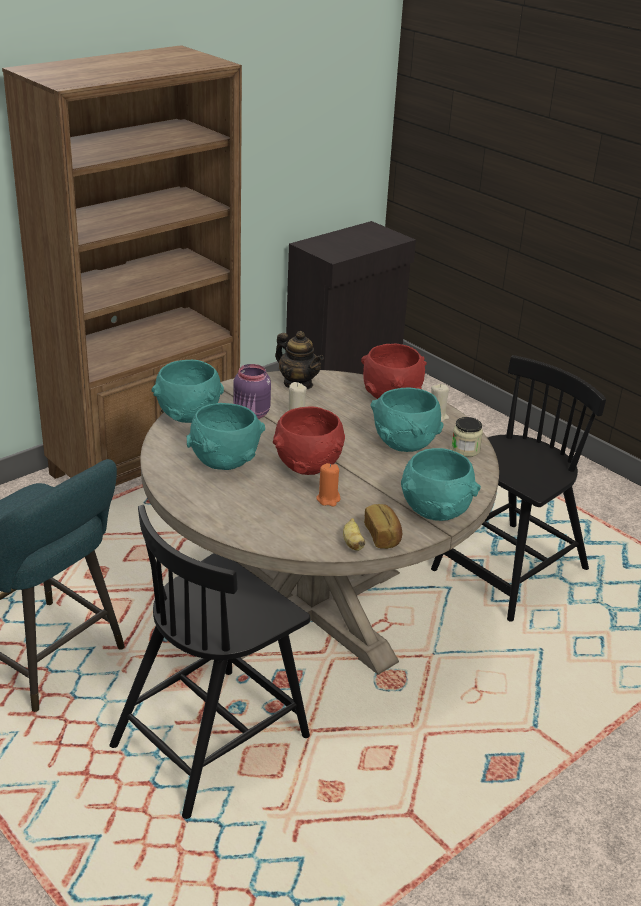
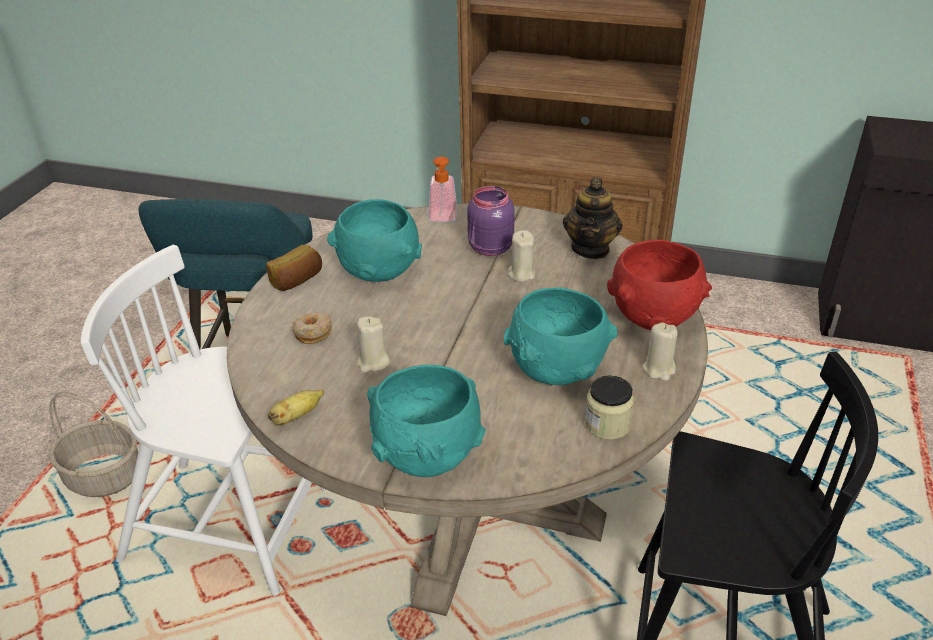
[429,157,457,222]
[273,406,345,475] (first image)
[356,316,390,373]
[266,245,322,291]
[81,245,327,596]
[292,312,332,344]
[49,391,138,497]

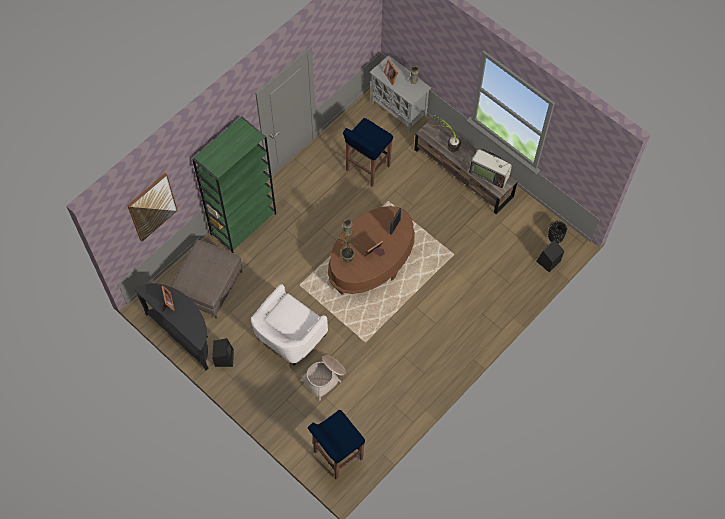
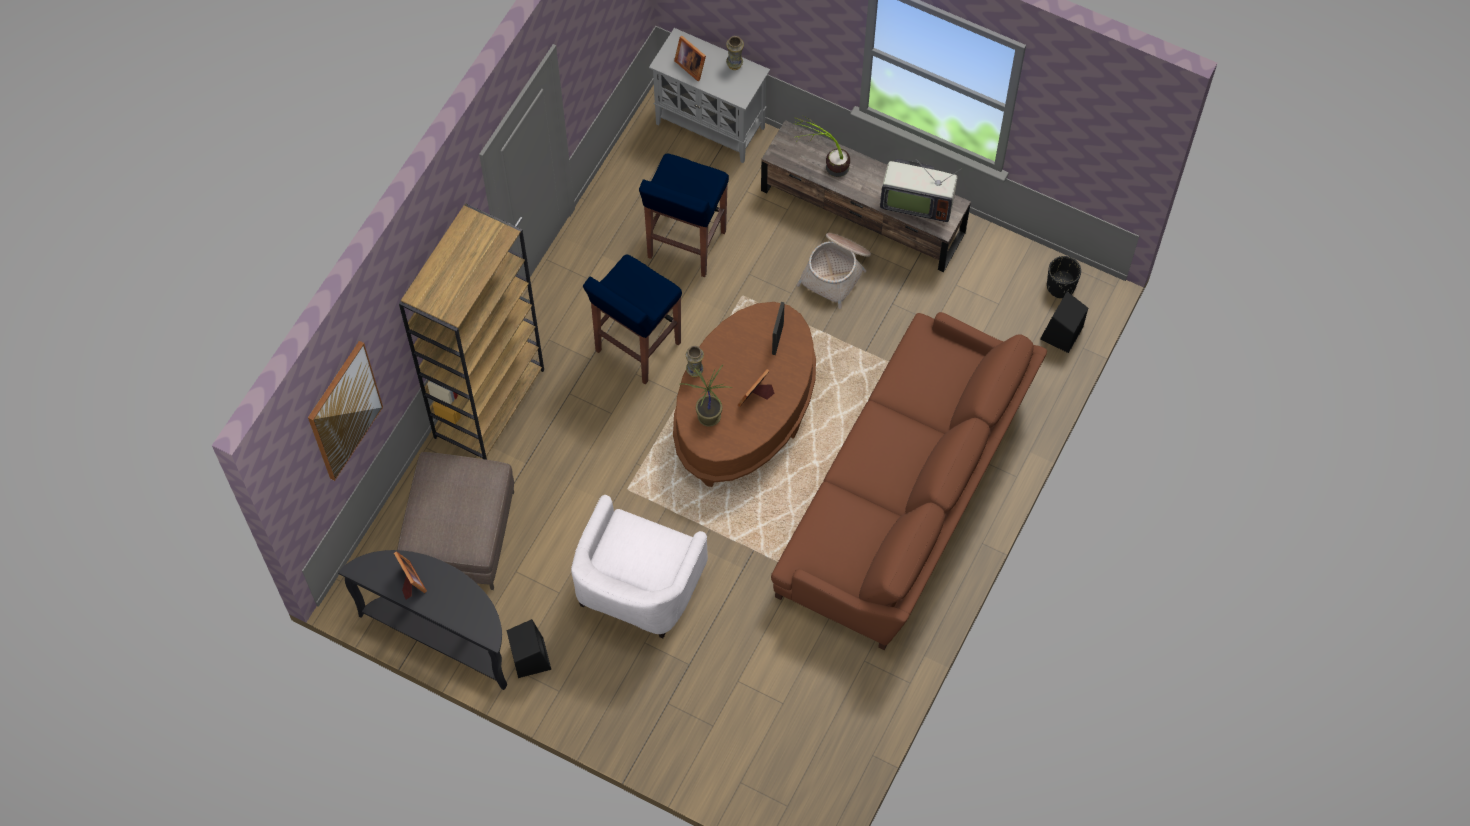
[399,203,544,460]
[796,233,871,309]
[583,254,682,384]
[771,312,1047,650]

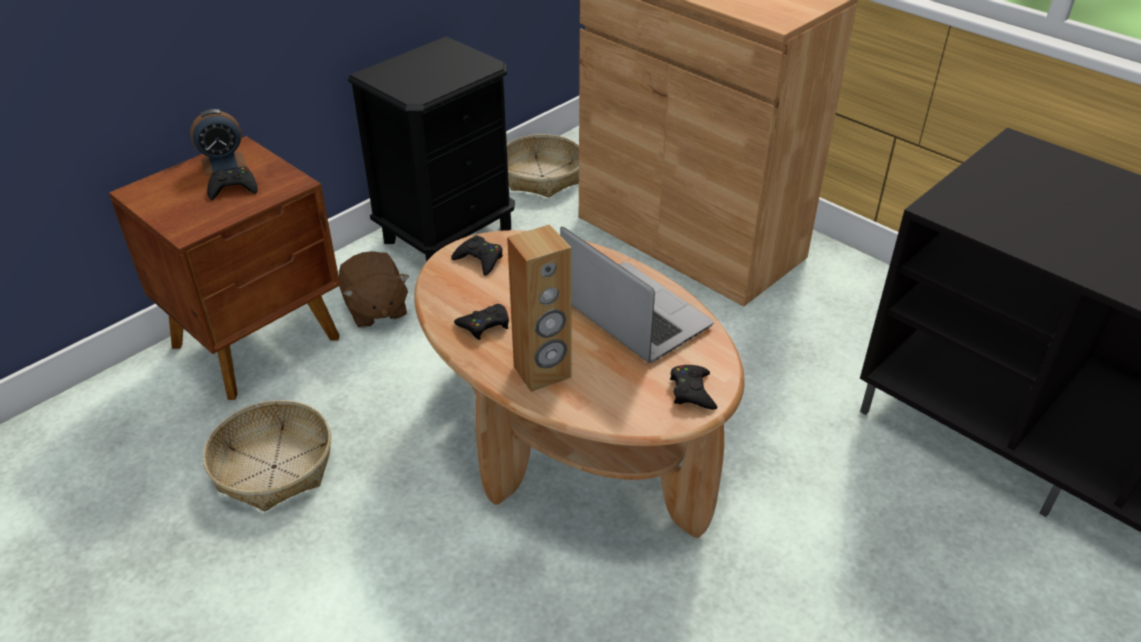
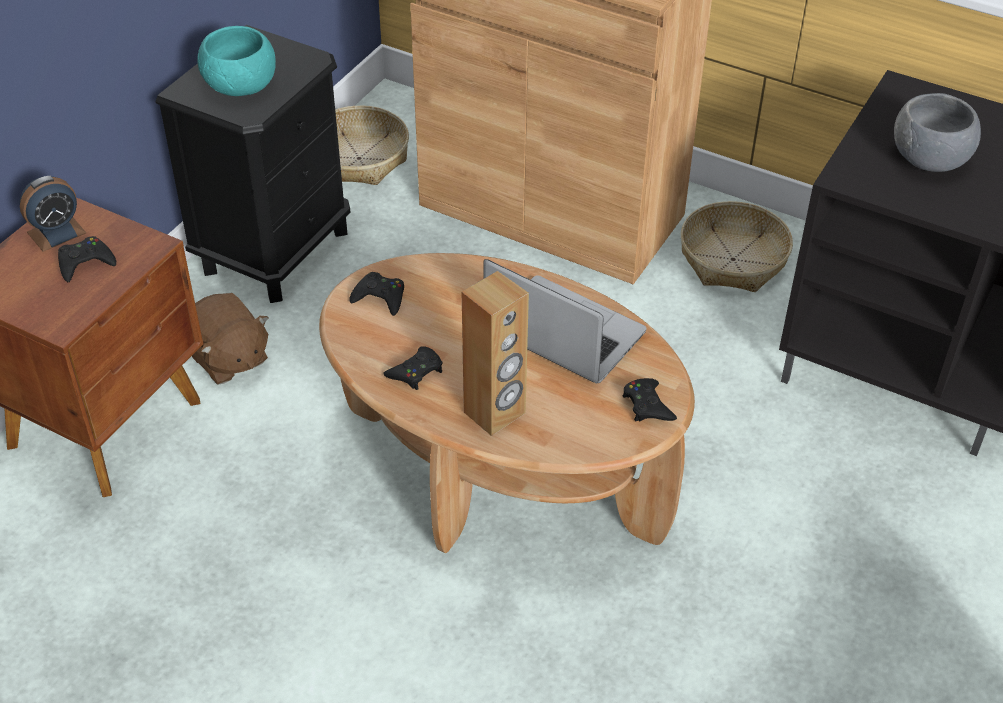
[681,201,793,292]
[197,26,276,96]
[894,93,981,172]

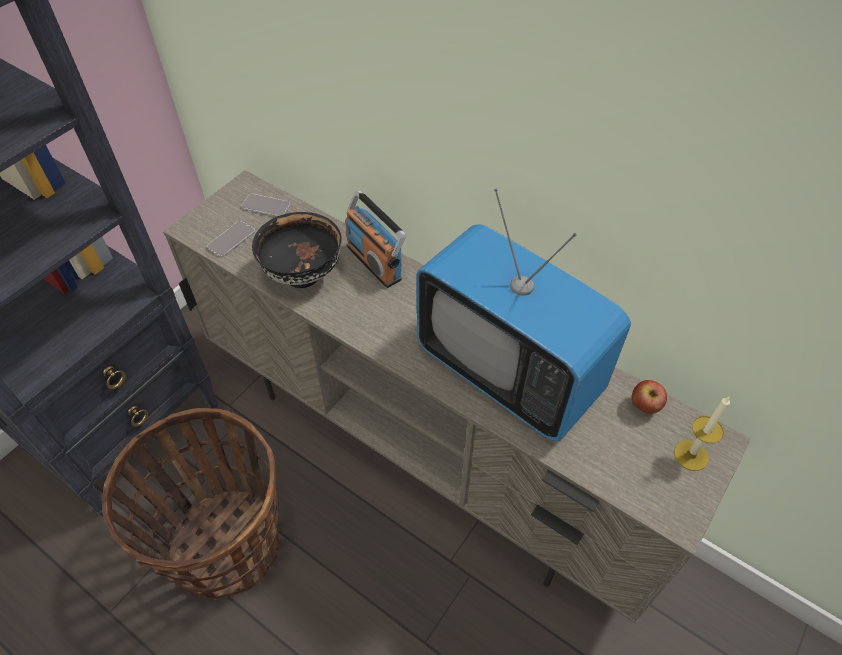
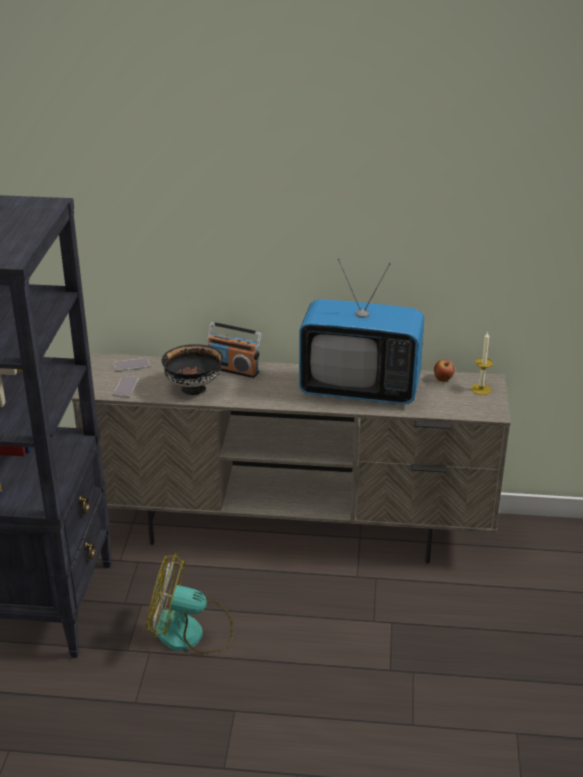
[146,553,234,654]

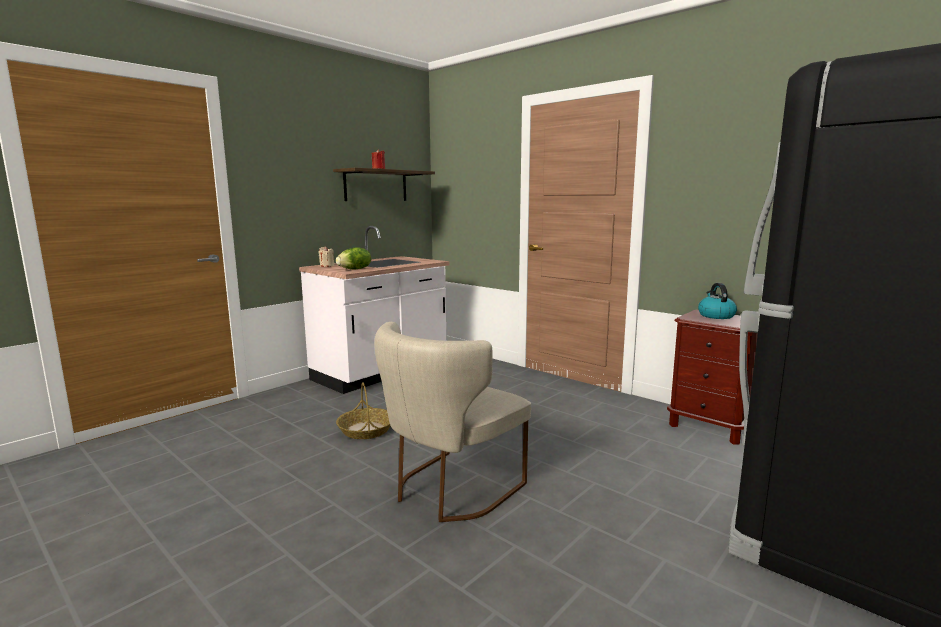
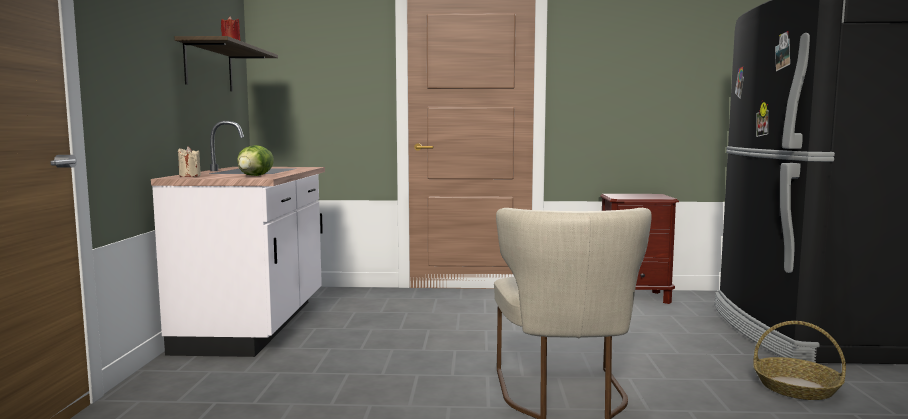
[698,283,737,319] (first image)
[753,321,846,400]

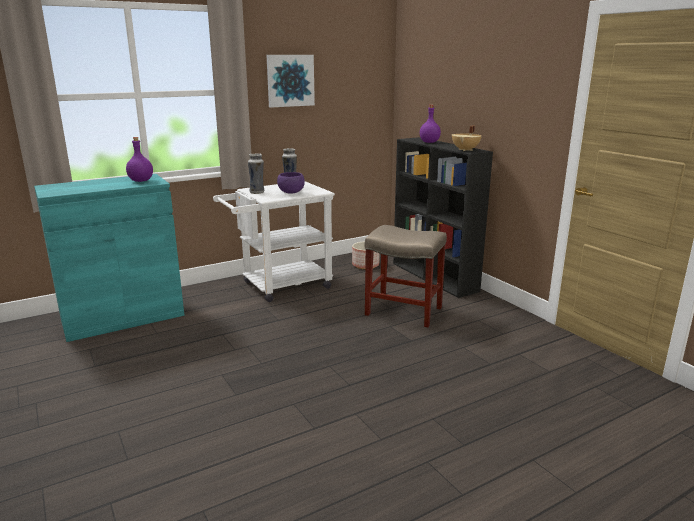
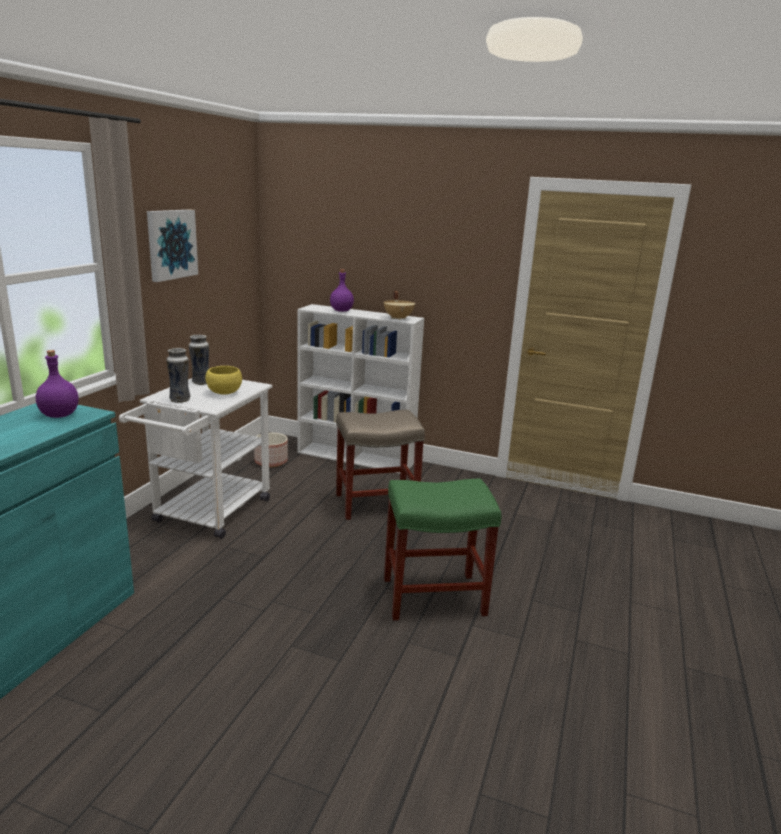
[297,304,424,474]
[205,366,242,395]
[384,479,501,620]

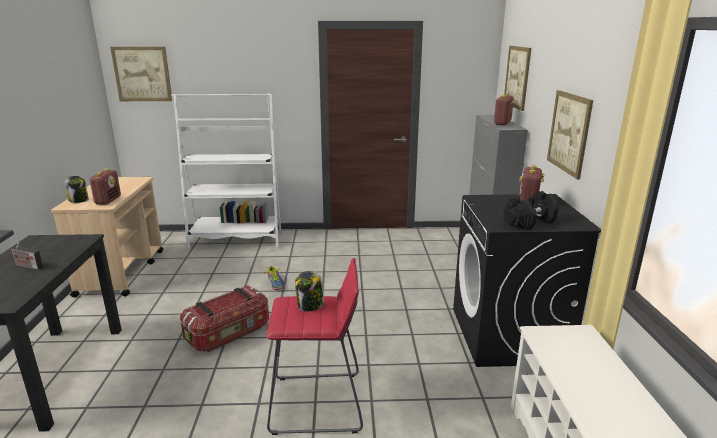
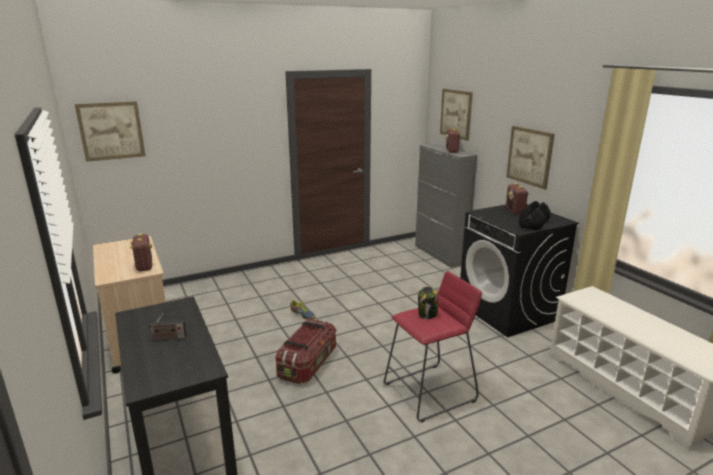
[171,94,281,249] (first image)
[65,176,89,203] (first image)

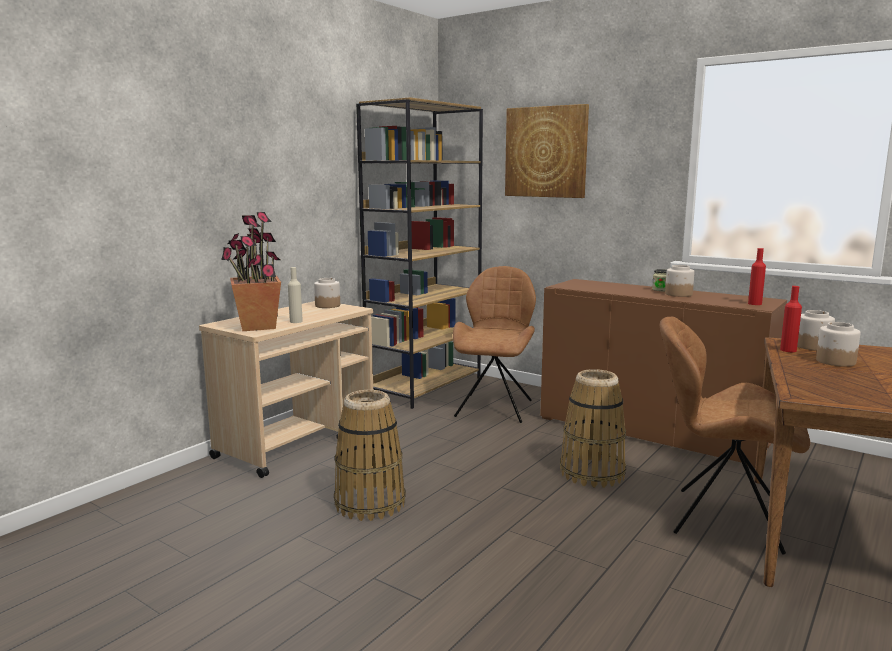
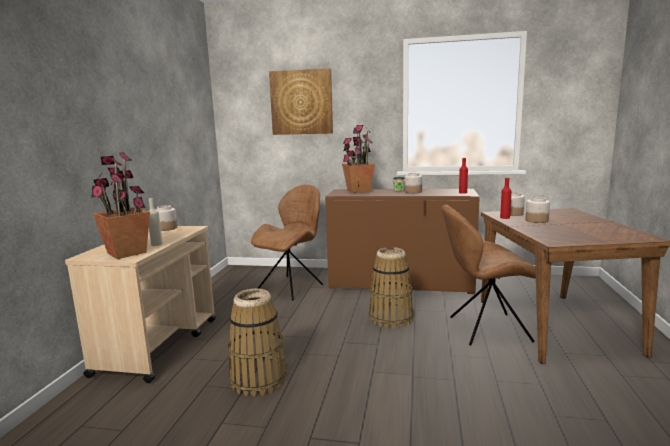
[356,97,483,409] (first image)
[251,185,323,300]
[342,125,375,193]

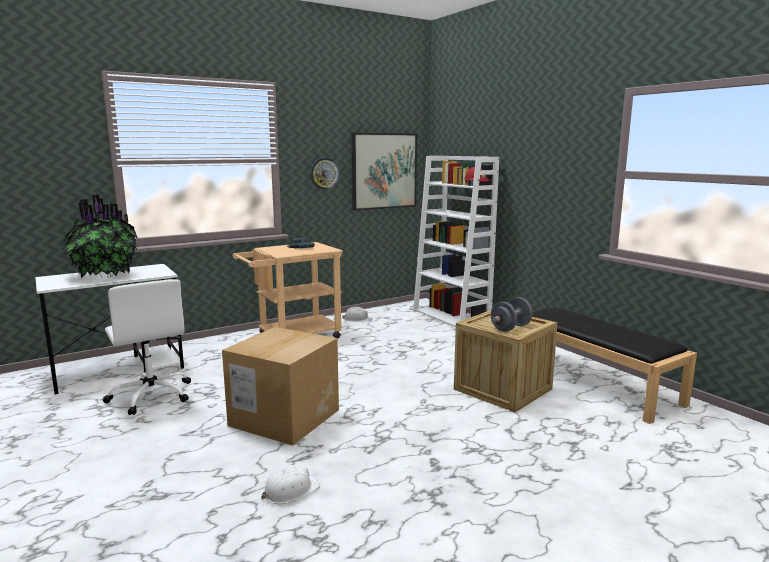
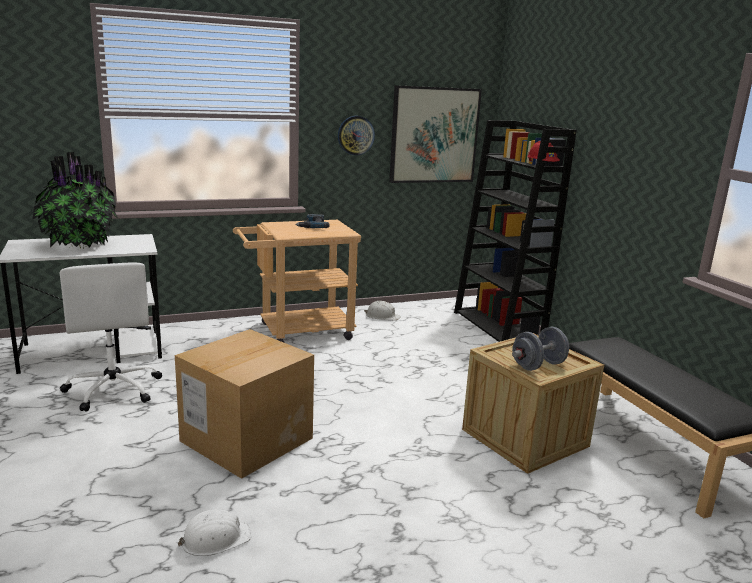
[454,120,577,342]

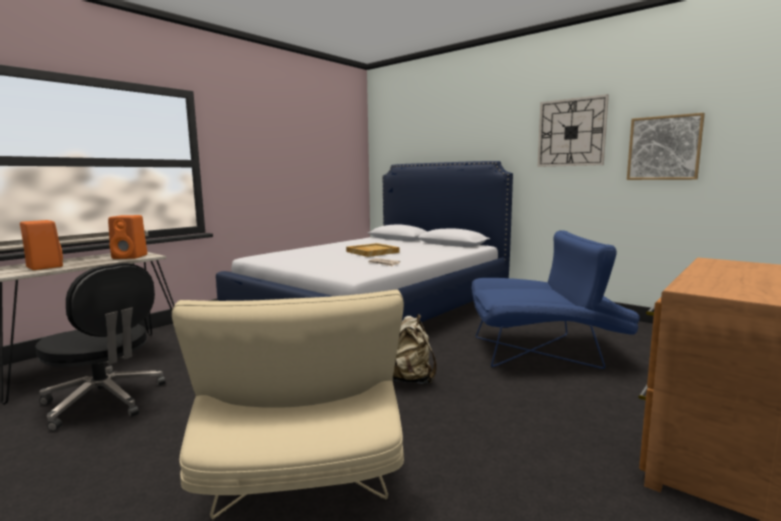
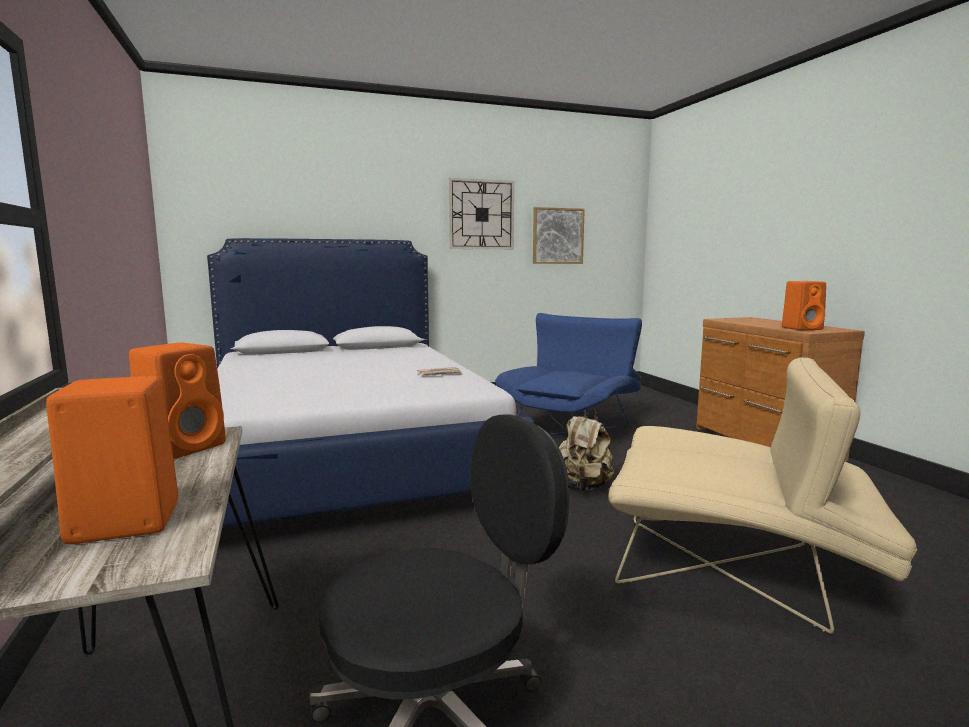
[346,243,399,257] (first image)
[782,281,826,330]

